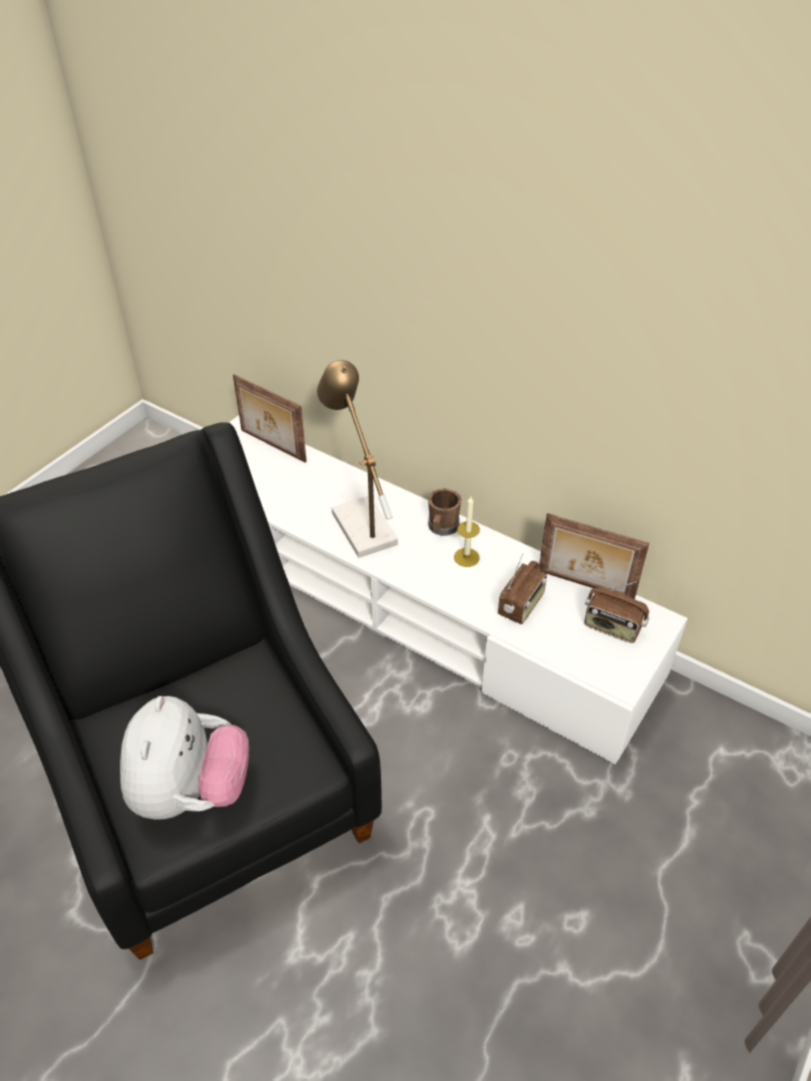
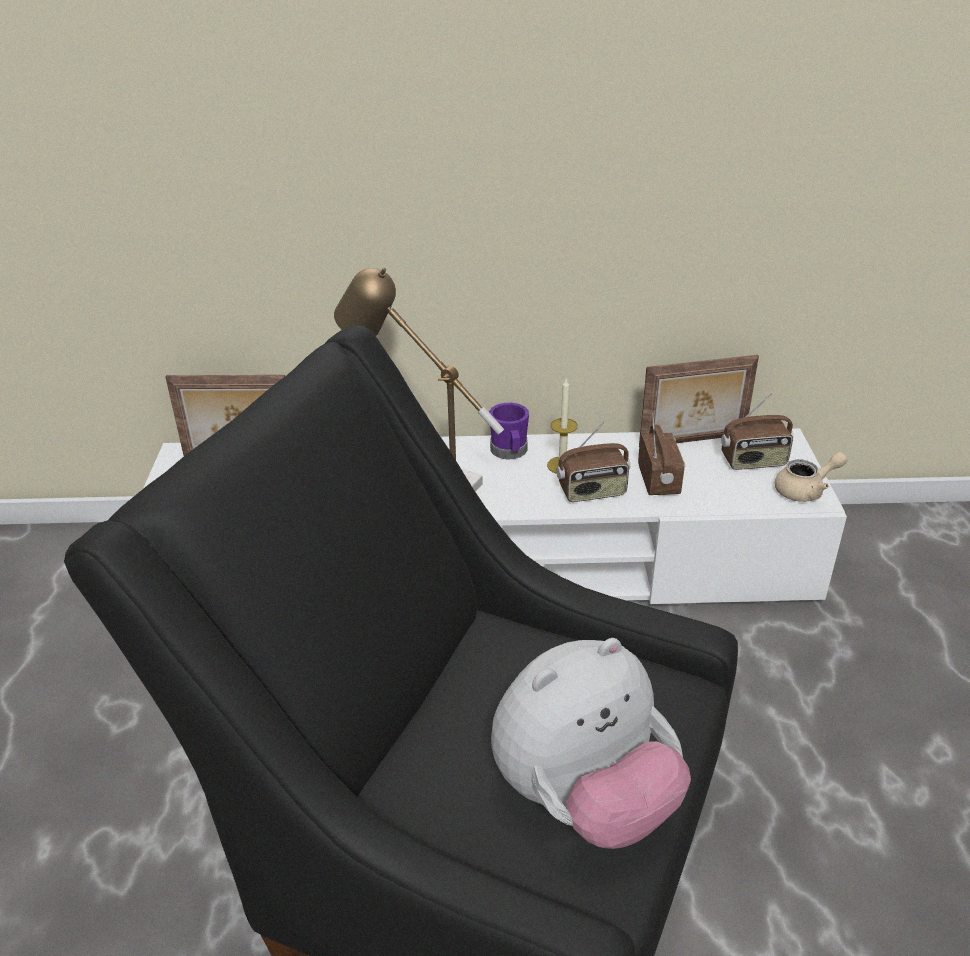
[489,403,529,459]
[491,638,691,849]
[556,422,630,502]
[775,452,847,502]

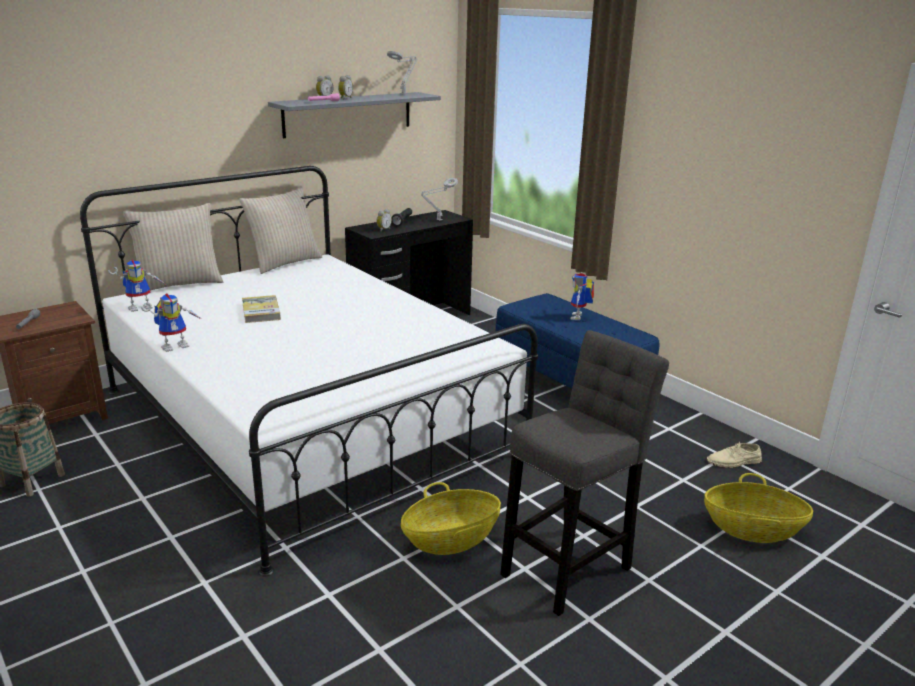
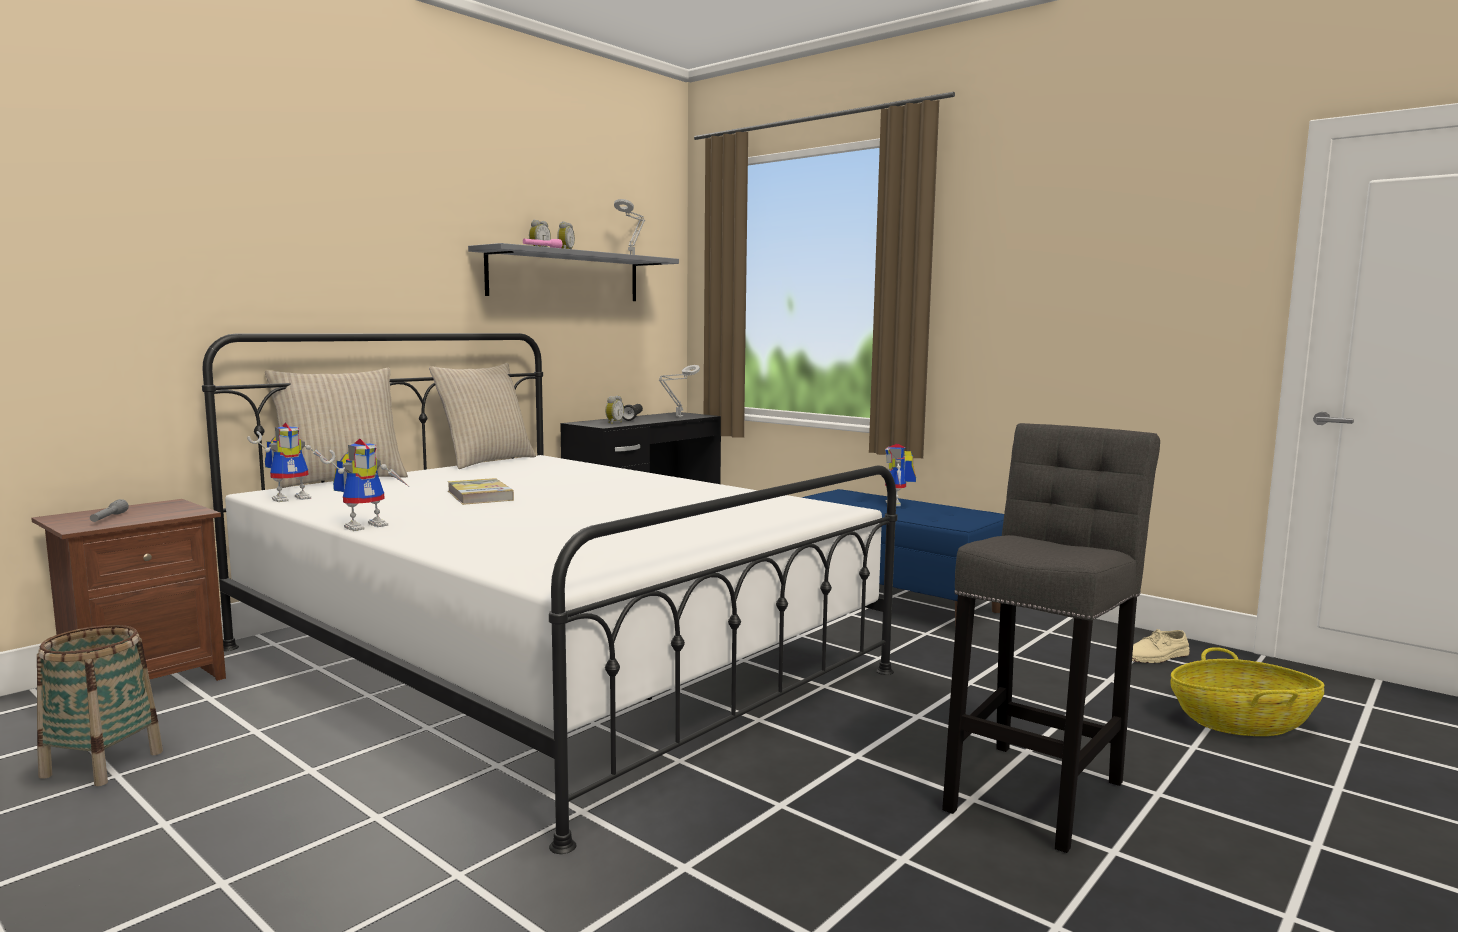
[401,482,501,555] (first image)

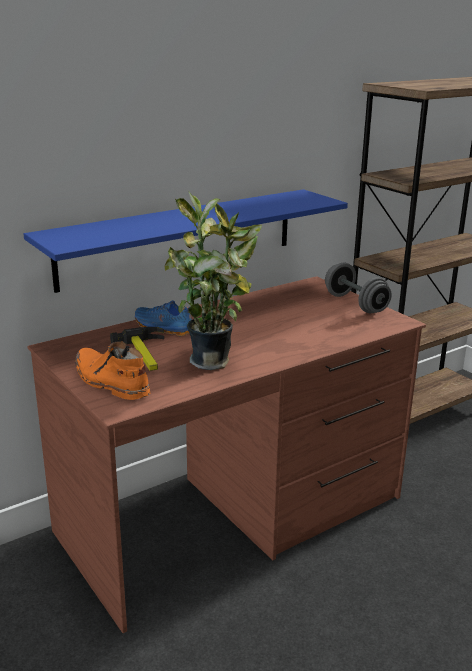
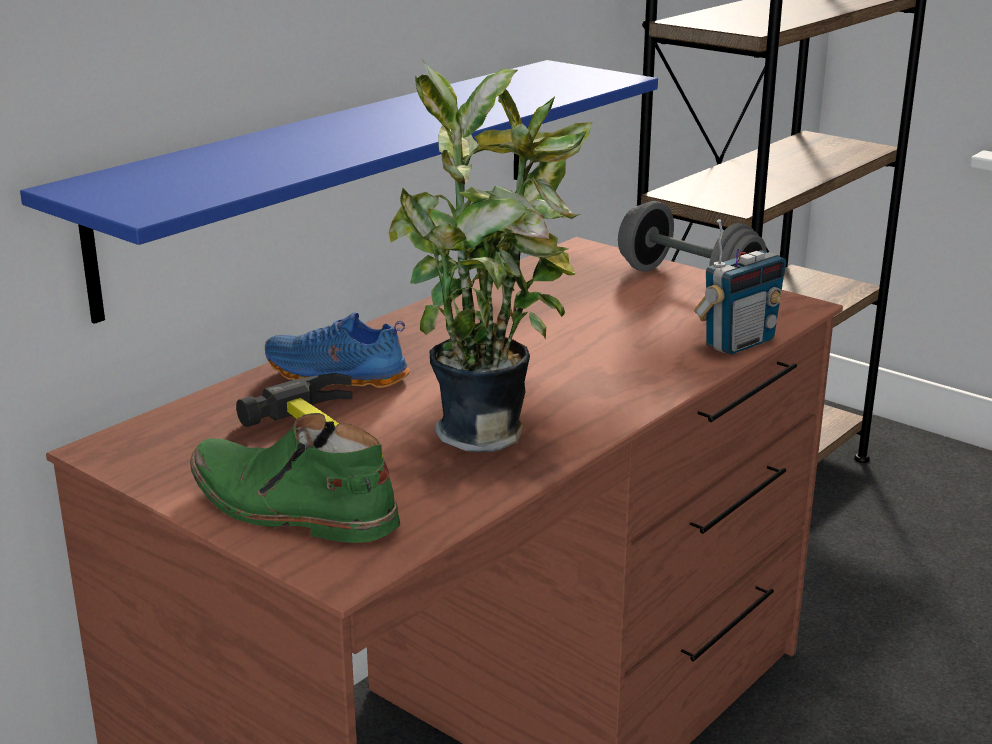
[190,413,401,543]
[694,219,786,355]

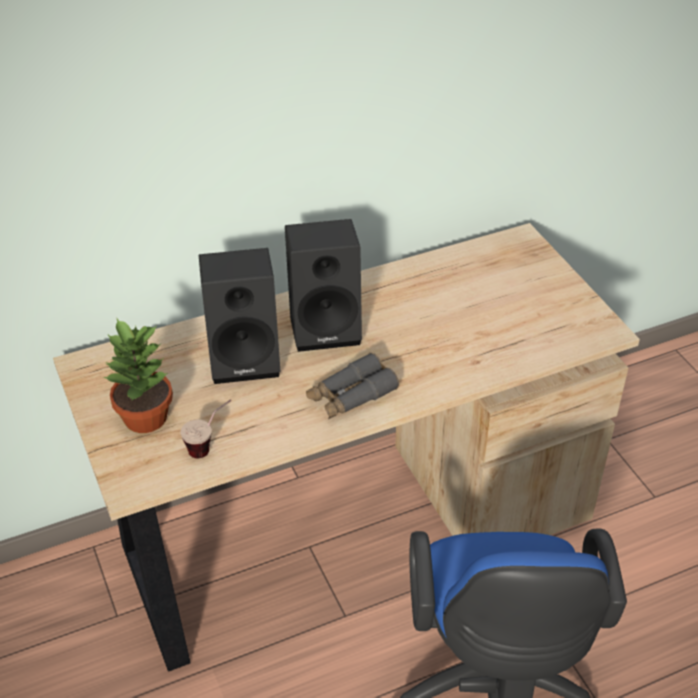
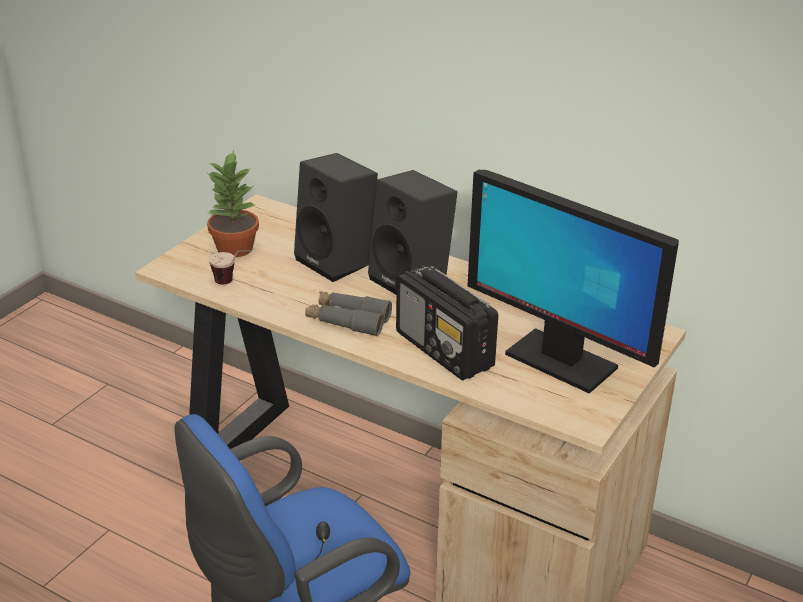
[468,170,679,394]
[396,265,498,380]

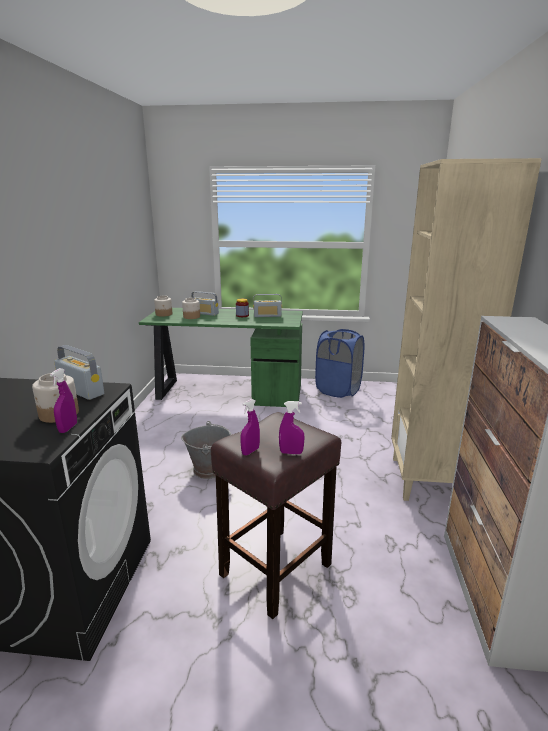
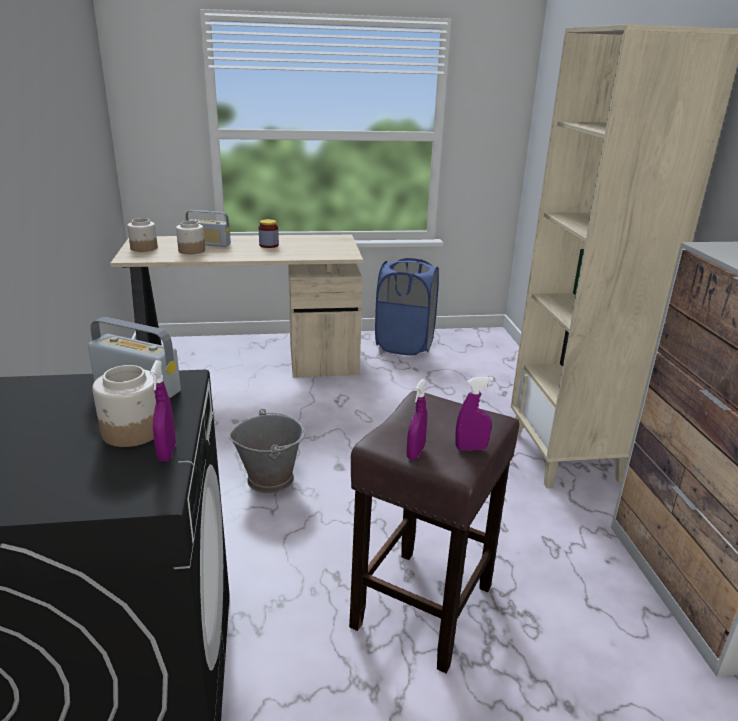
[253,294,282,317] (first image)
[110,235,363,378]

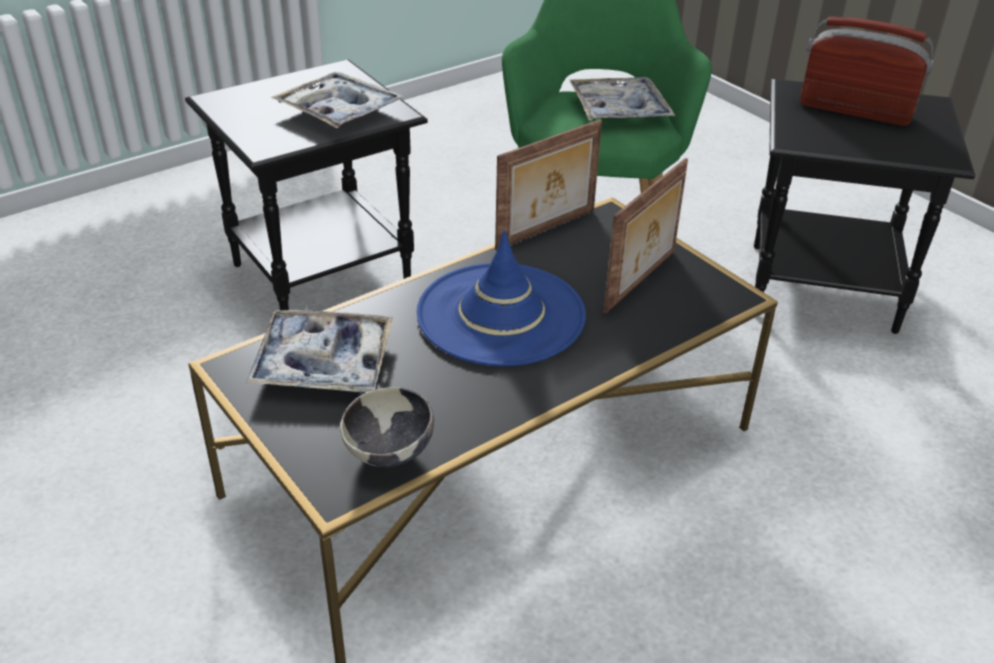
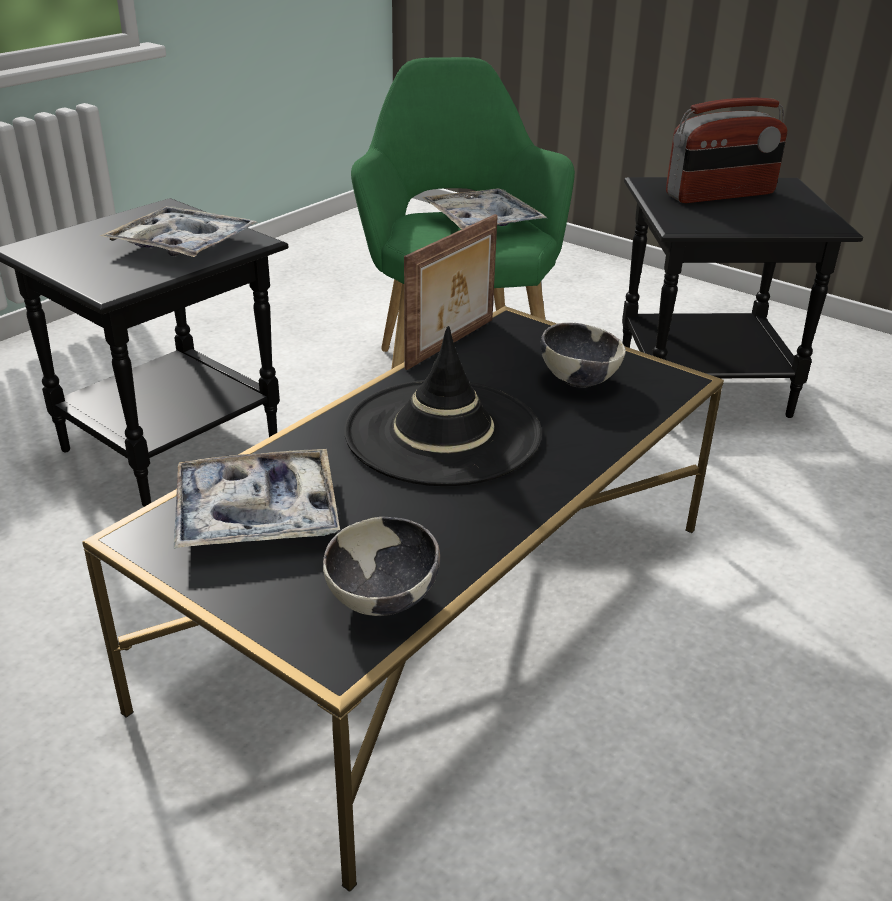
[666,98,787,203]
[540,323,626,388]
[344,326,542,486]

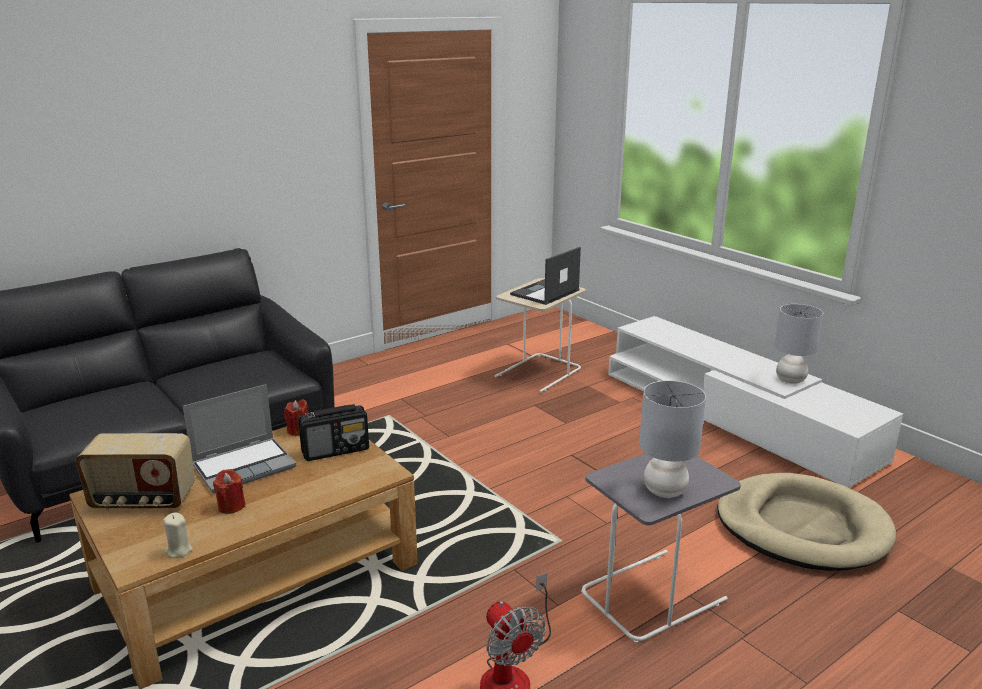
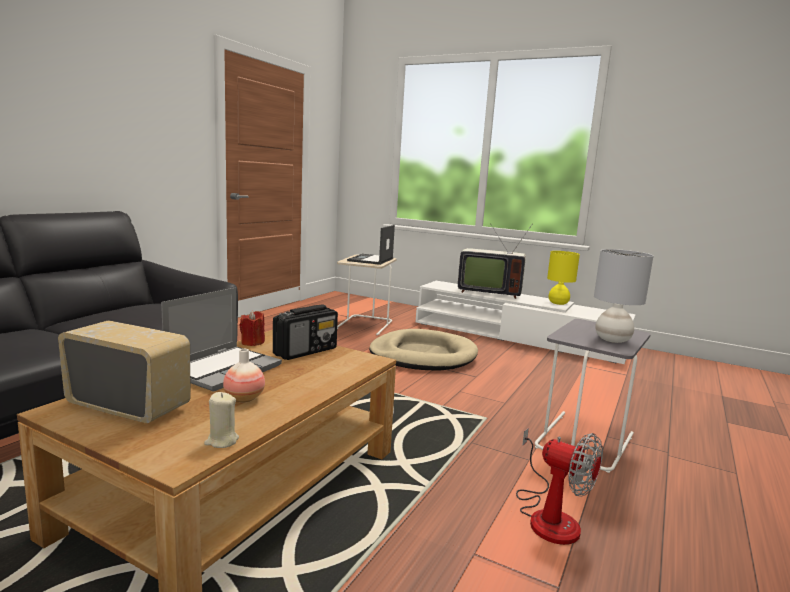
[547,251,580,305]
[58,320,191,423]
[223,349,265,402]
[369,329,478,371]
[458,223,532,299]

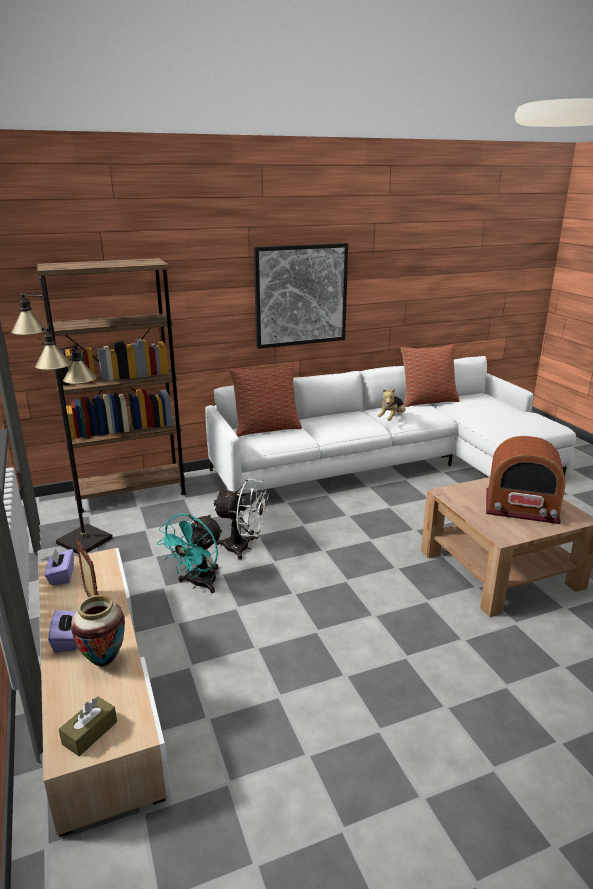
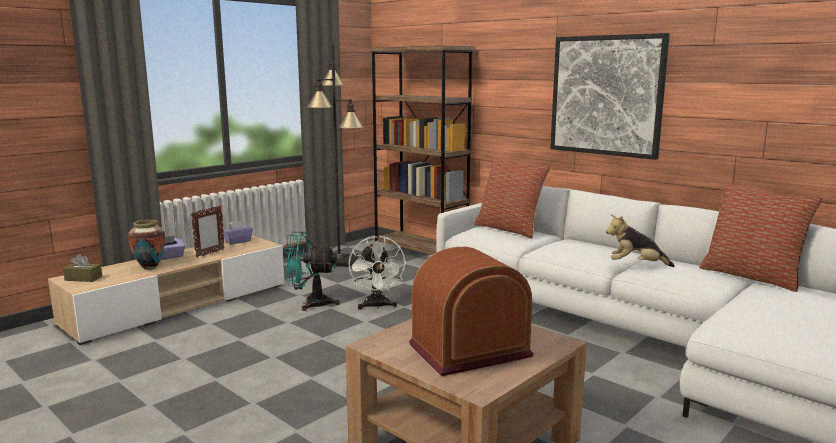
[409,247,533,376]

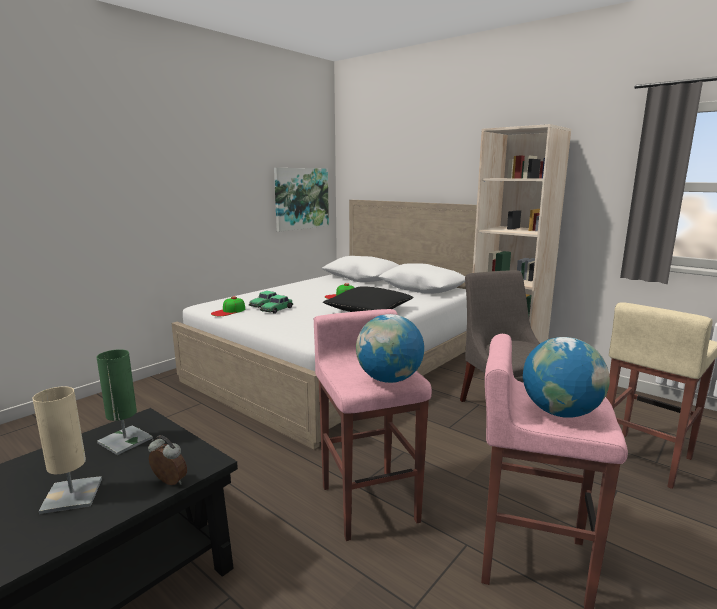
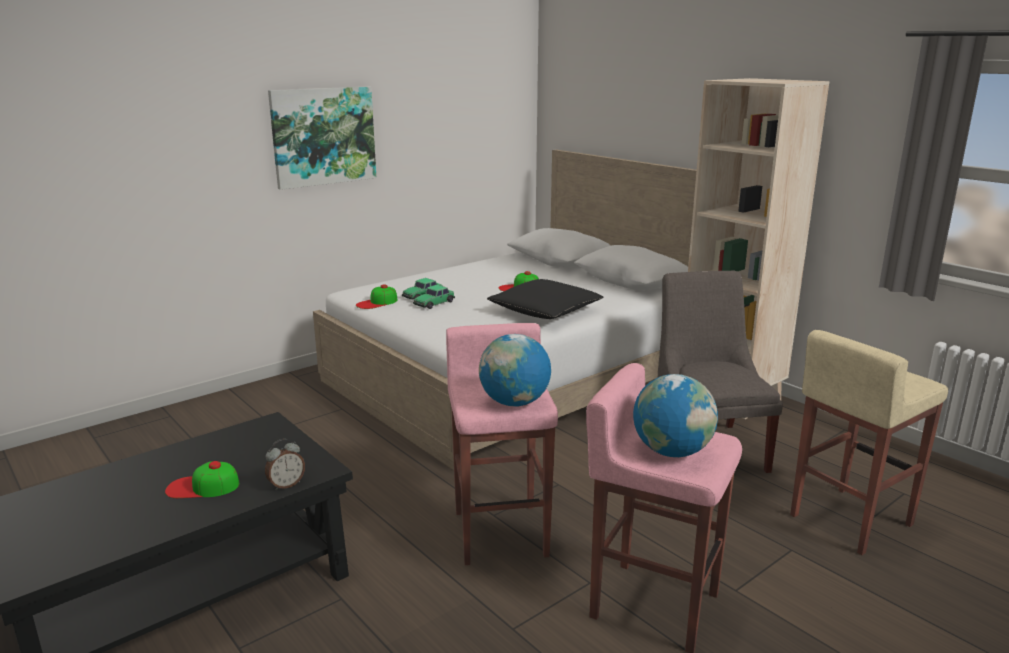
[268,86,376,190]
[97,349,153,455] (first image)
[165,461,239,498]
[265,439,305,490]

